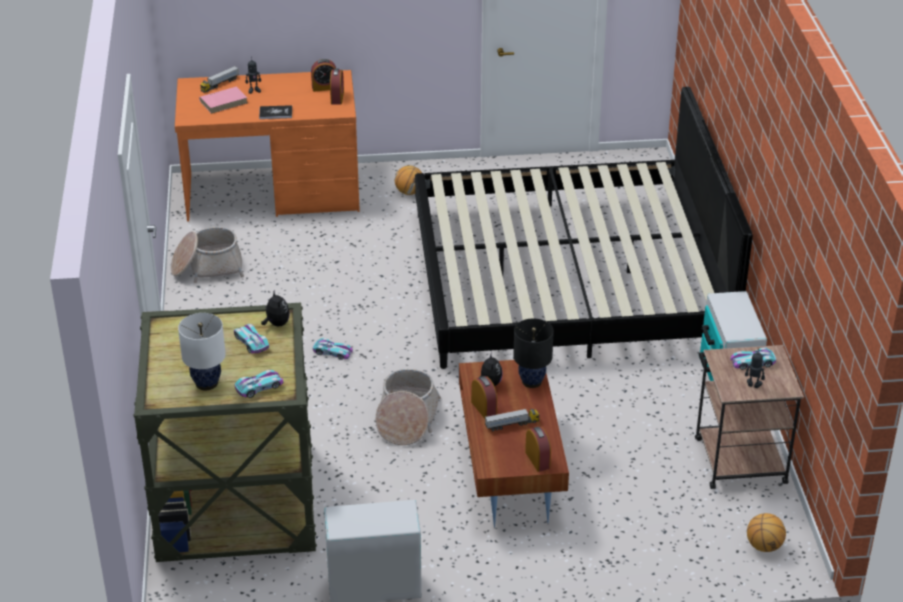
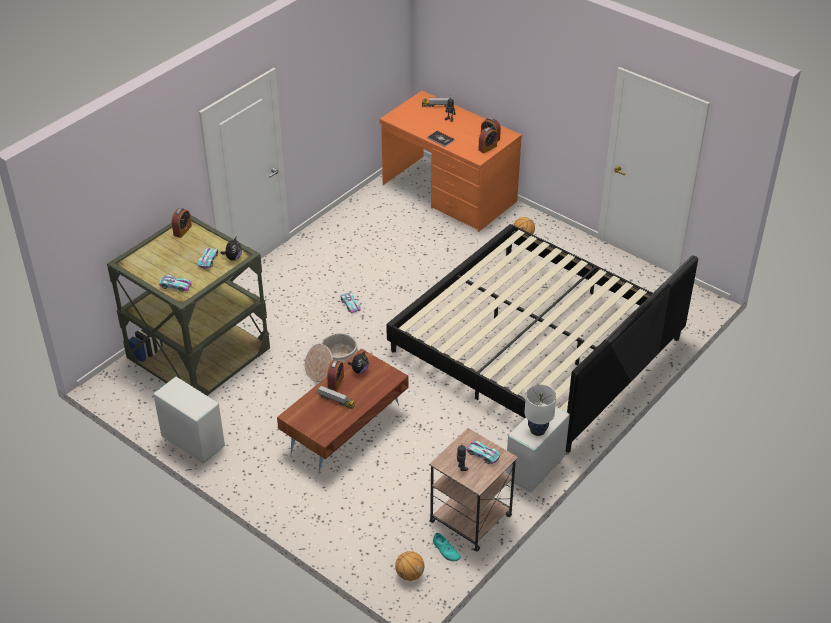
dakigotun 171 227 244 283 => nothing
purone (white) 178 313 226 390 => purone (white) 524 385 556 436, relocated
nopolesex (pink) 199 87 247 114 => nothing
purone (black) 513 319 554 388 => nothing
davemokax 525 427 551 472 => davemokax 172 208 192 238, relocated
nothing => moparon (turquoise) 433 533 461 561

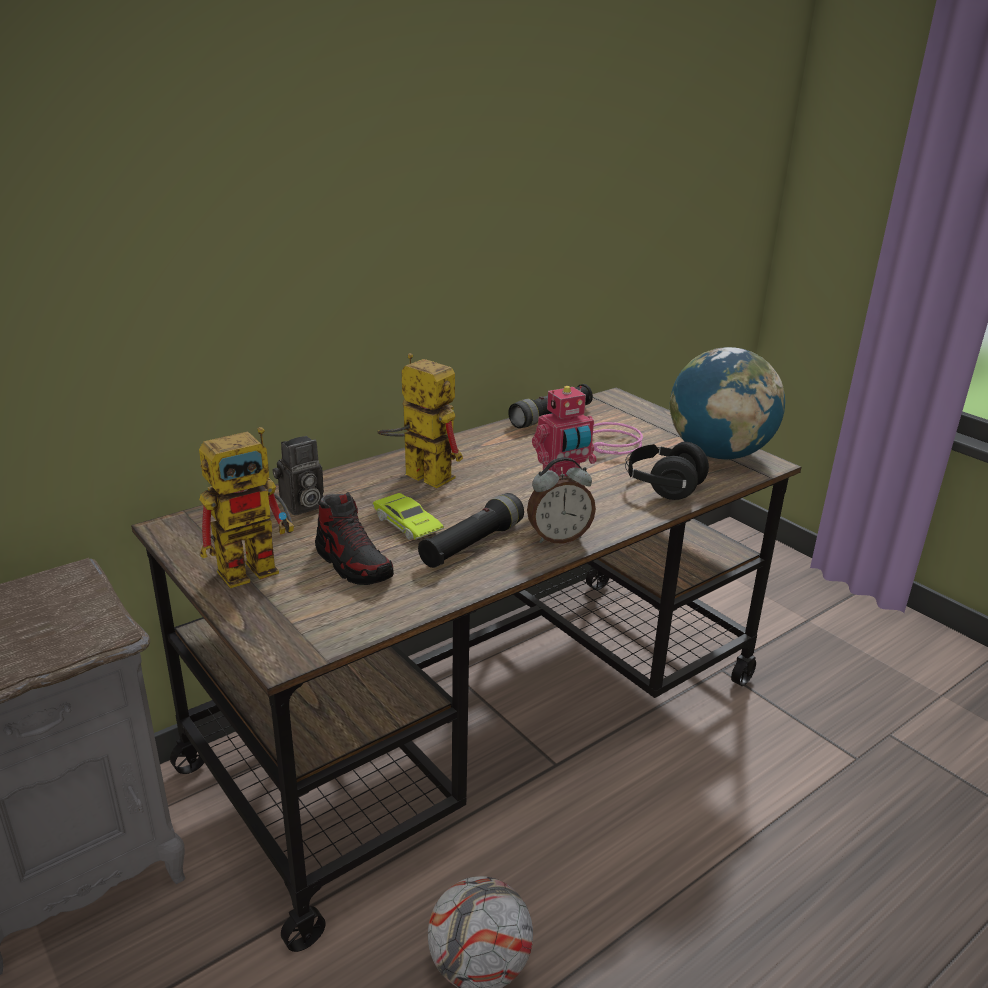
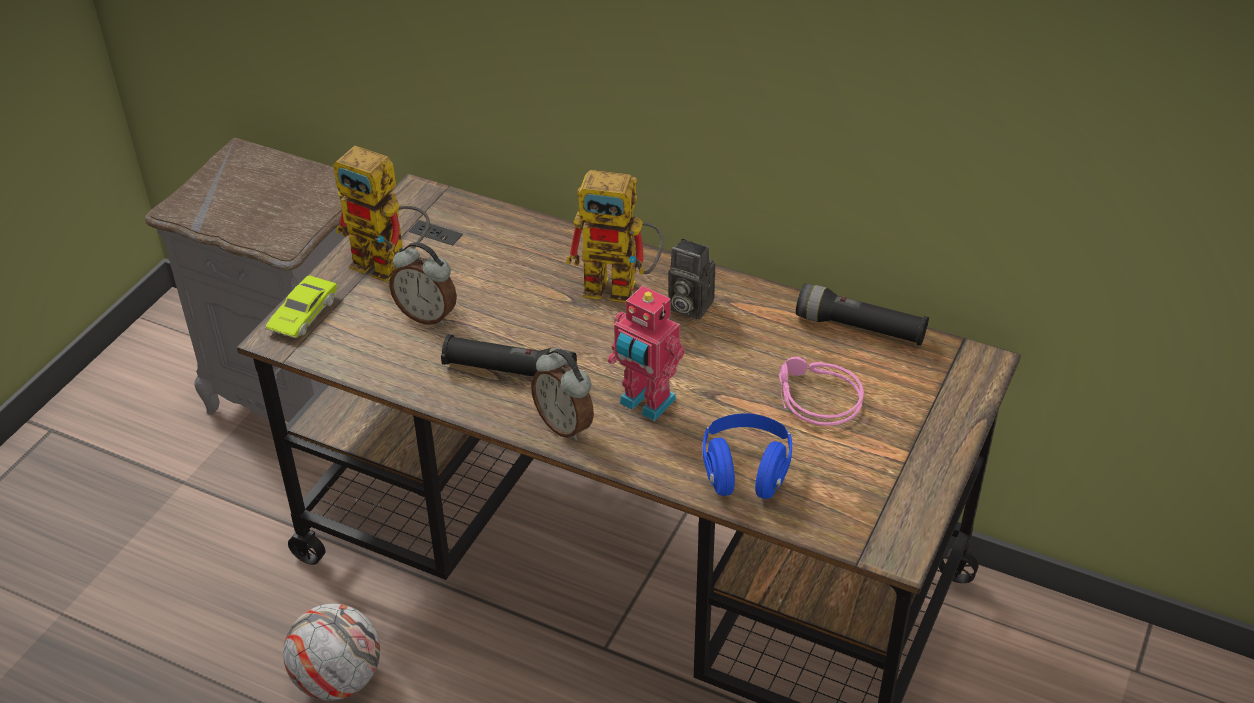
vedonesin 273 436 324 515 => vedonesin 668 238 715 320, relocated
moparon 315 492 394 585 => davemokax 389 242 457 326
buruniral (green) 372 493 444 540 => buruniral (green) 265 275 338 338, relocated
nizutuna 378 353 463 488 => nizutuna 566 170 664 303, 90 degrees clockwise
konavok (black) 625 442 709 500 => konavok (blue) 703 413 792 499
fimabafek 670 347 785 459 => nothing

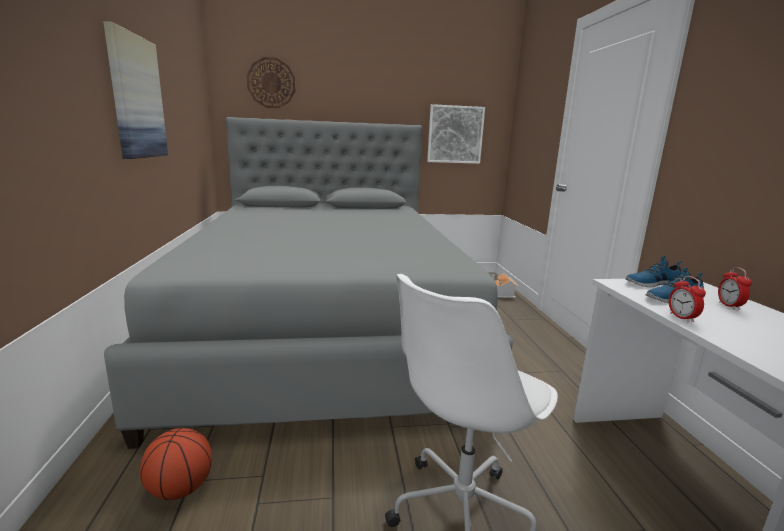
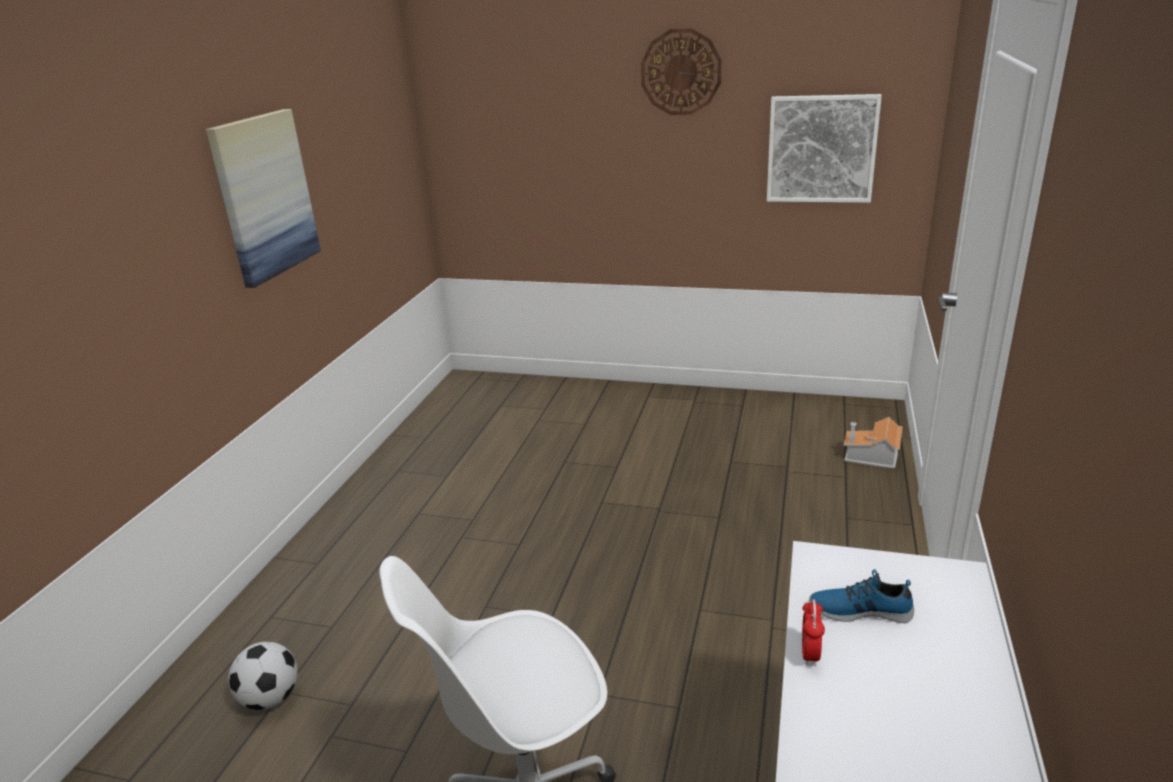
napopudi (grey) 104 117 513 449 => nothing
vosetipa 140 428 212 500 => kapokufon 228 642 298 710
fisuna 247 57 295 108 => fisuna 641 28 722 115, relocated
moparon 625 255 681 287 => nothing
davemokax 718 267 752 310 => nothing

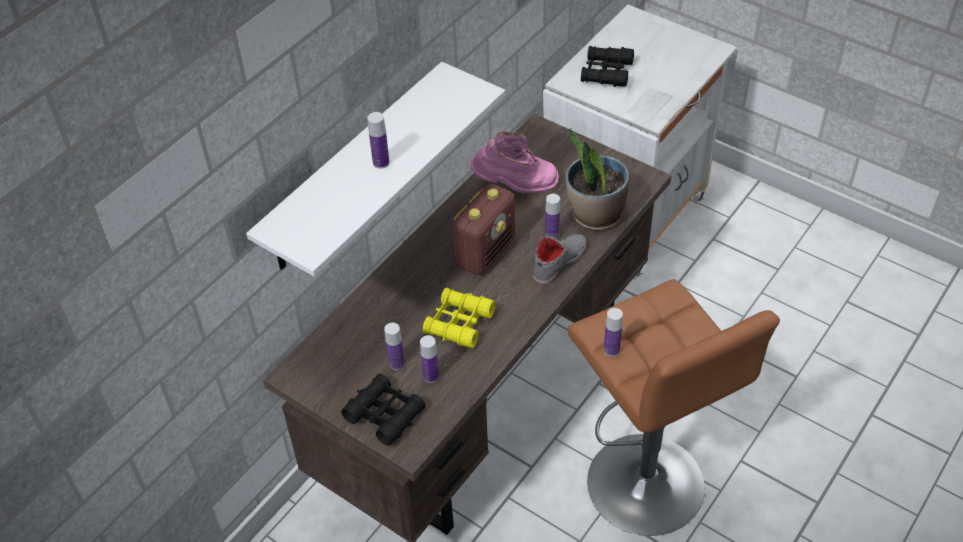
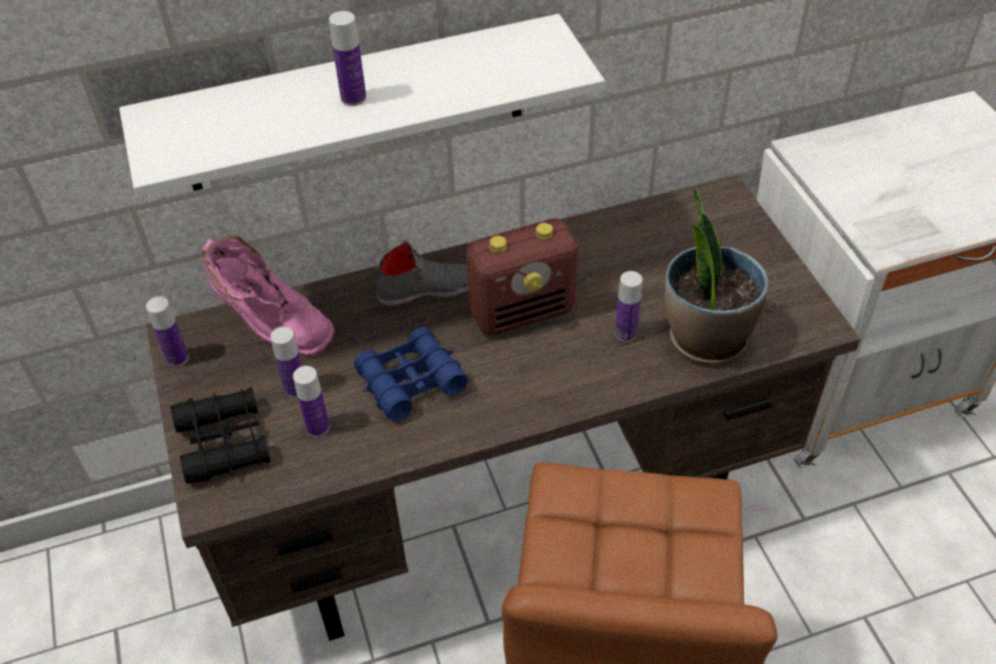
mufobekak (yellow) 423 288 496 348 => mufobekak (blue) 354 327 468 421
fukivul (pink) 471 131 559 193 => fukivul (pink) 202 236 334 356, relocated
moparon (grey) 533 234 586 285 => moparon (grey) 376 239 468 307, relocated
mufobekak (black) 581 46 634 87 => nothing
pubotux 604 308 623 356 => pubotux 146 296 189 367, relocated

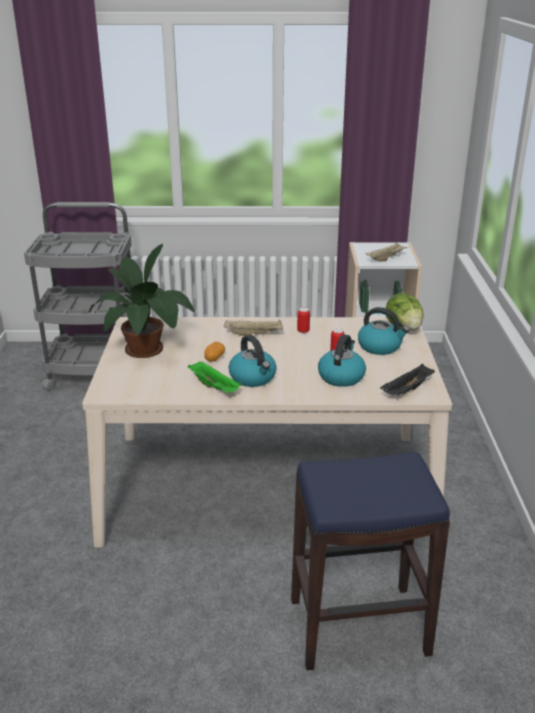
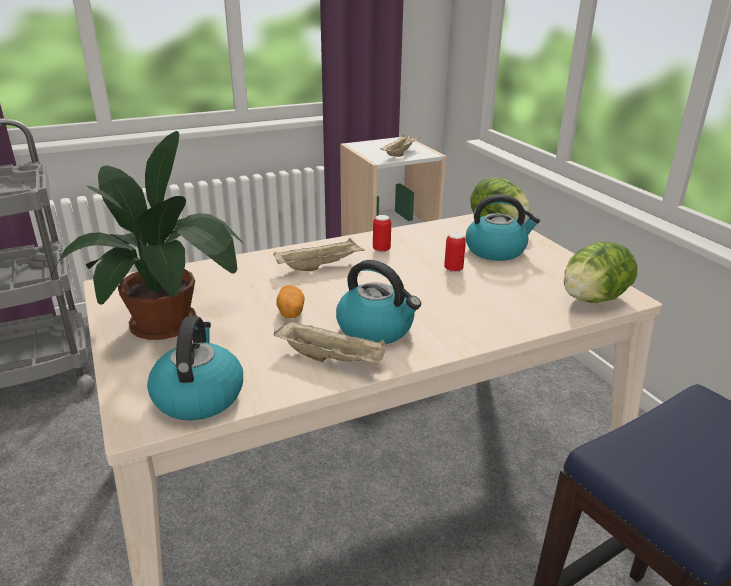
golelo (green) 188 361 241 393 => golelo (beige) 273 320 386 364
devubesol 318 334 366 387 => devubesol 147 316 243 420, relocated
golelo (black) 380 364 435 396 => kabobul 564 241 637 303

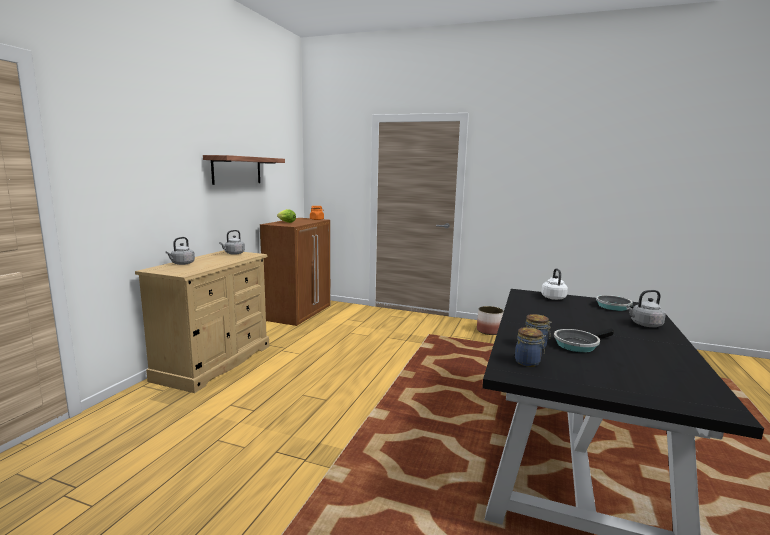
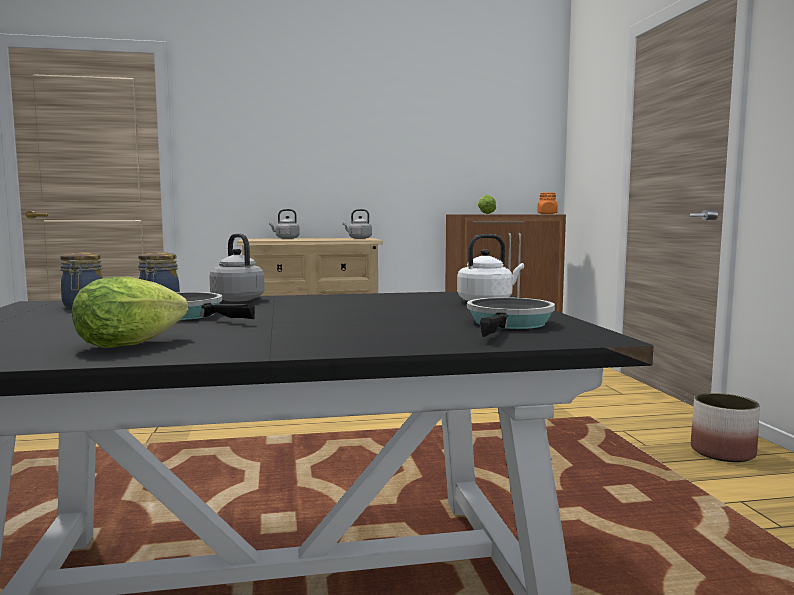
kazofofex 203 155 285 185 => nothing
devubesol (grey) 626 290 666 327 => devubesol (grey) 210 233 265 302, relocated
nothing => kabobul 72 277 188 348

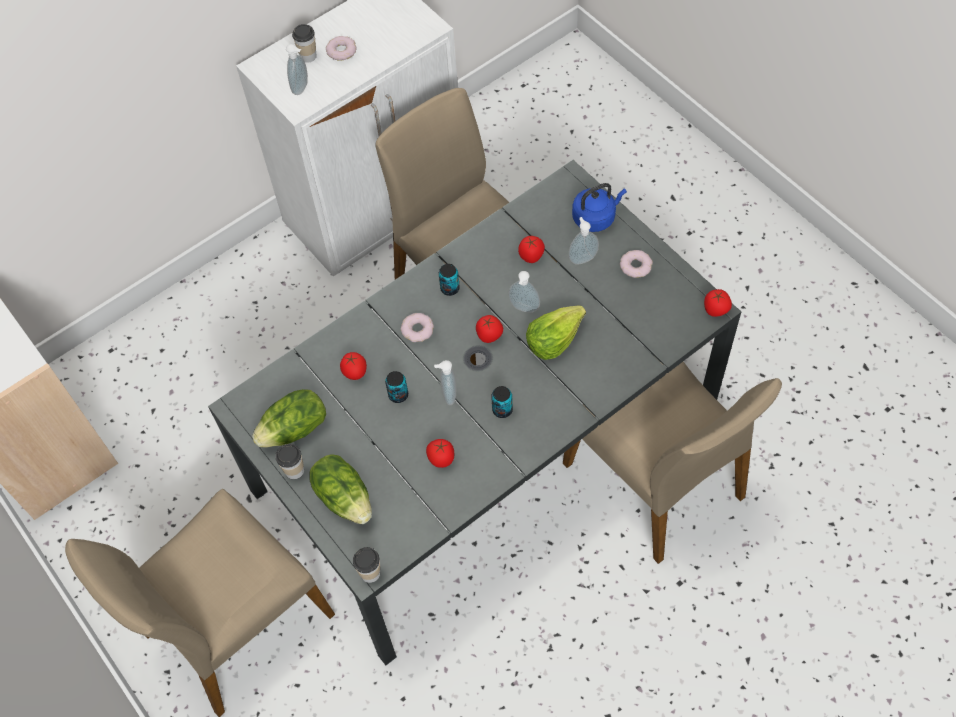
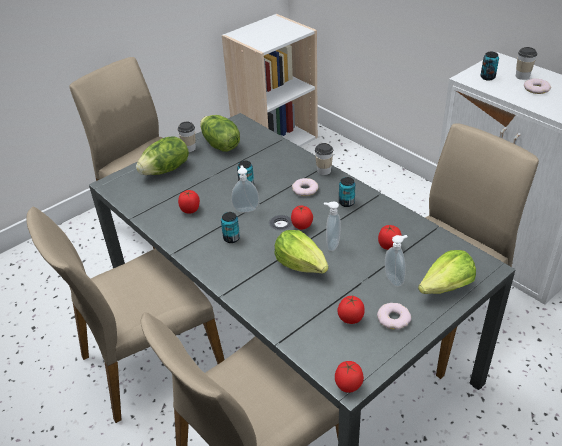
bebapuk 286 44 308 95 => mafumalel 480 52 499 80
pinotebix 340 352 367 380 => pinotebix 337 296 365 324, relocated
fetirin 353 547 380 583 => fetirin 315 143 333 175, relocated
devubesol (blue) 572 183 627 232 => kabobul 418 250 476 294
nothing => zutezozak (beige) 26 207 225 423

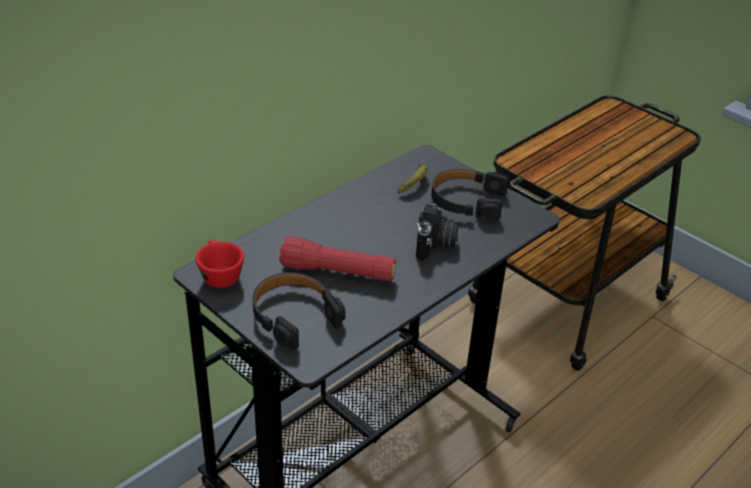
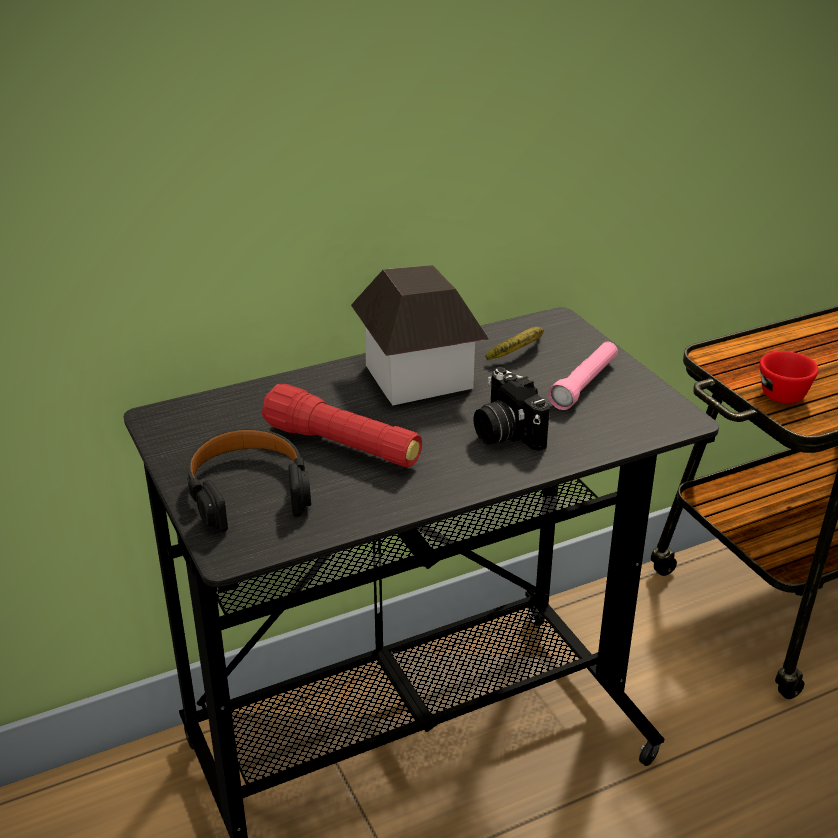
fetirin (red) 195 240 244 288 => fetirin (red) 760 350 819 404, relocated
vedonesin 416 202 459 261 => vedonesin 473 367 550 451, 120 degrees clockwise
konavok (black) 431 169 509 221 => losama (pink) 548 341 618 410
nothing => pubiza 351 265 489 405

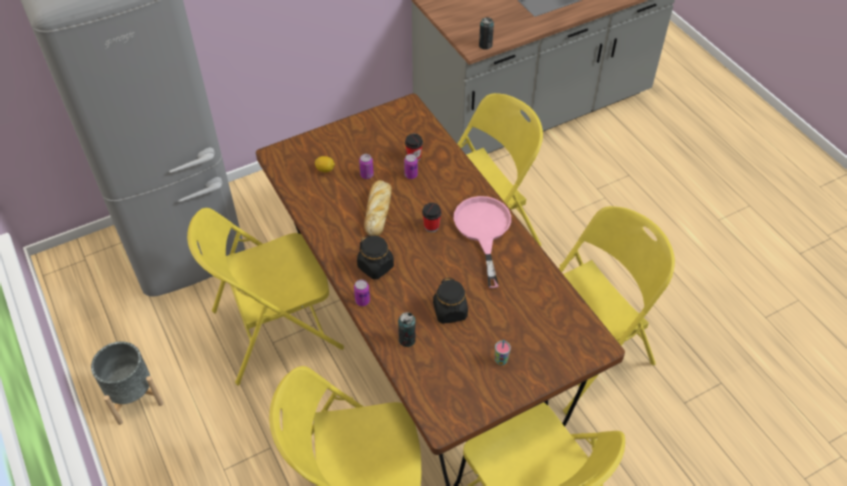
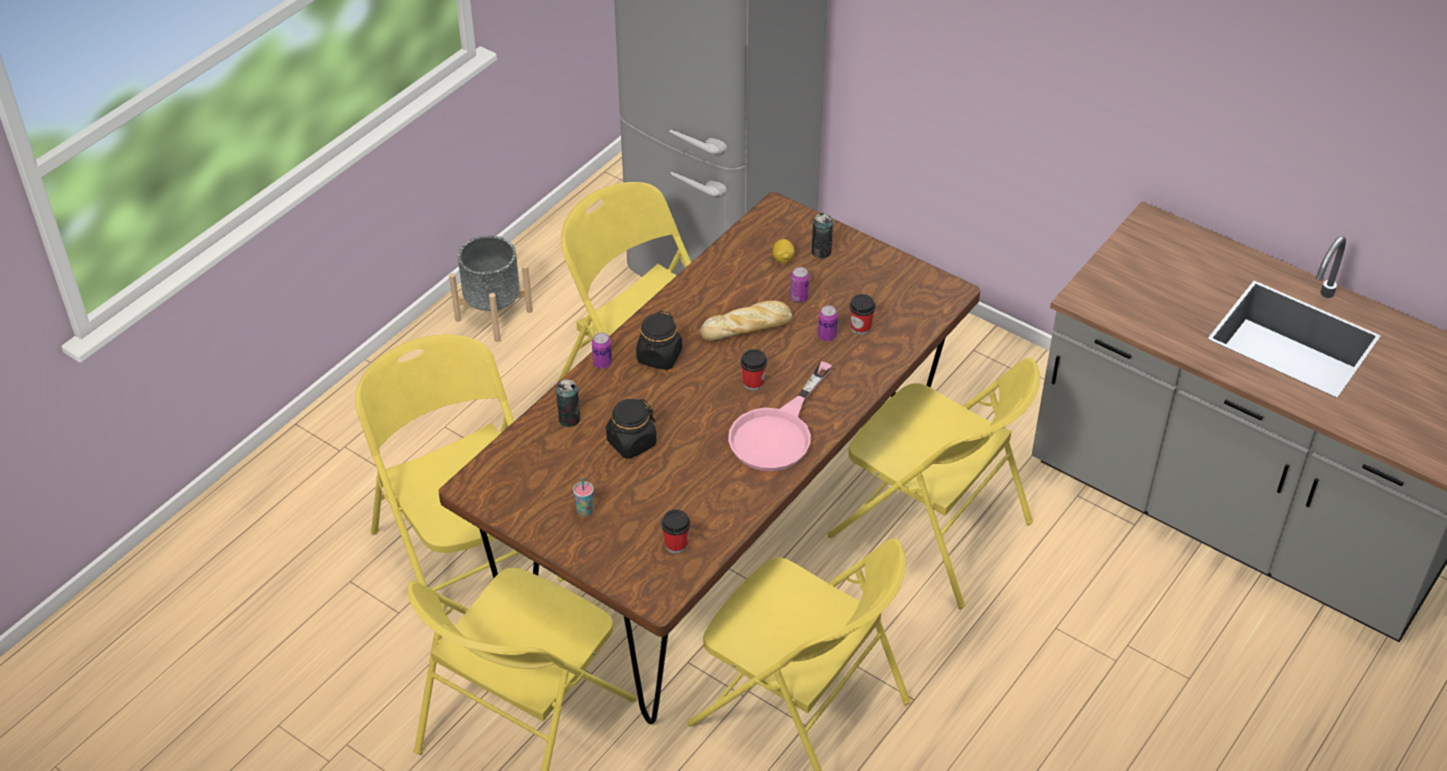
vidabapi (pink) 454 196 511 288 => vidabapi (pink) 728 361 833 471, 150 degrees clockwise
mafumalel 479 17 494 50 => mafumalel 811 213 833 259, relocated
nothing => fetirin 661 510 690 554

